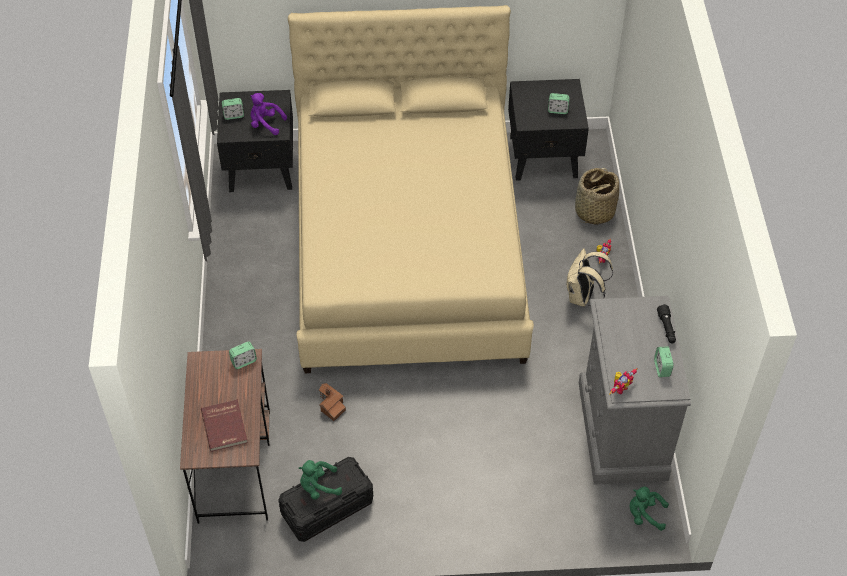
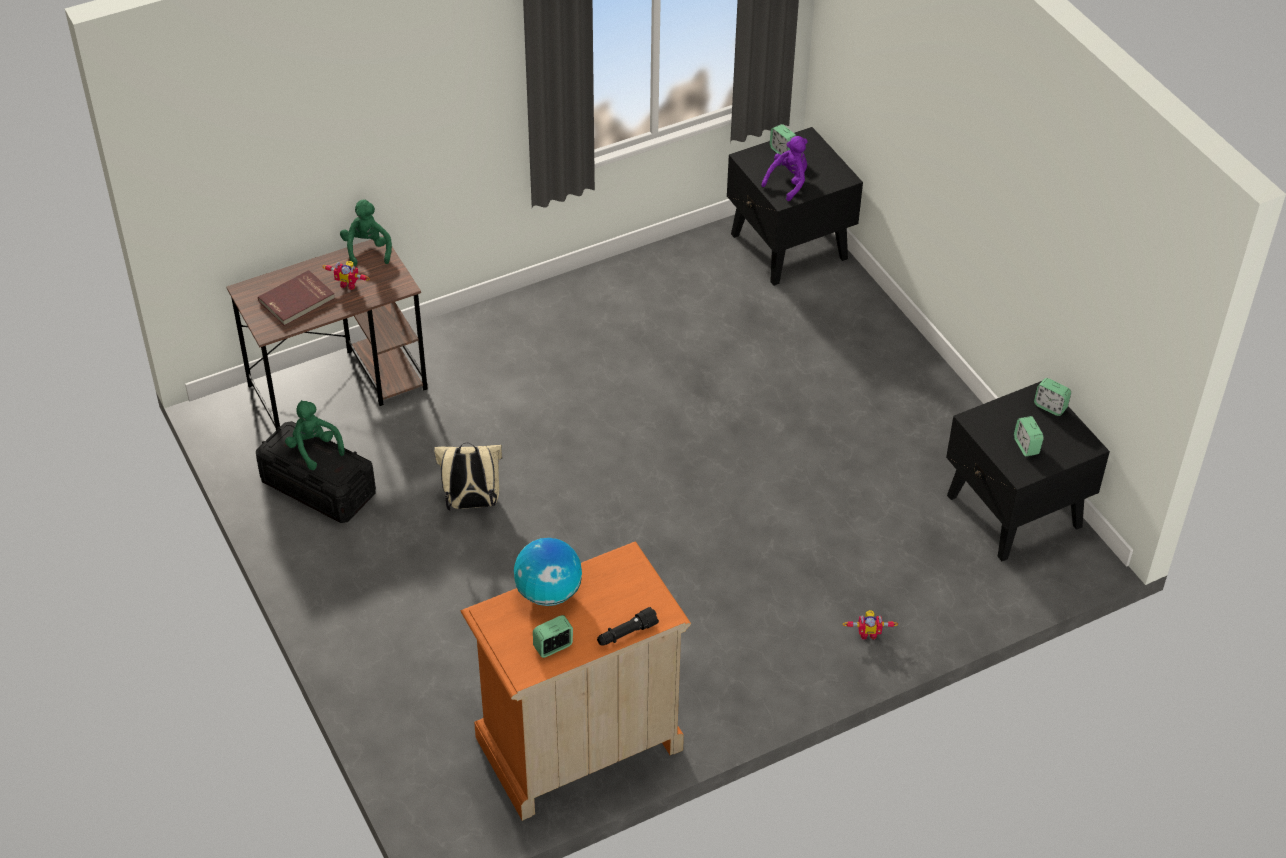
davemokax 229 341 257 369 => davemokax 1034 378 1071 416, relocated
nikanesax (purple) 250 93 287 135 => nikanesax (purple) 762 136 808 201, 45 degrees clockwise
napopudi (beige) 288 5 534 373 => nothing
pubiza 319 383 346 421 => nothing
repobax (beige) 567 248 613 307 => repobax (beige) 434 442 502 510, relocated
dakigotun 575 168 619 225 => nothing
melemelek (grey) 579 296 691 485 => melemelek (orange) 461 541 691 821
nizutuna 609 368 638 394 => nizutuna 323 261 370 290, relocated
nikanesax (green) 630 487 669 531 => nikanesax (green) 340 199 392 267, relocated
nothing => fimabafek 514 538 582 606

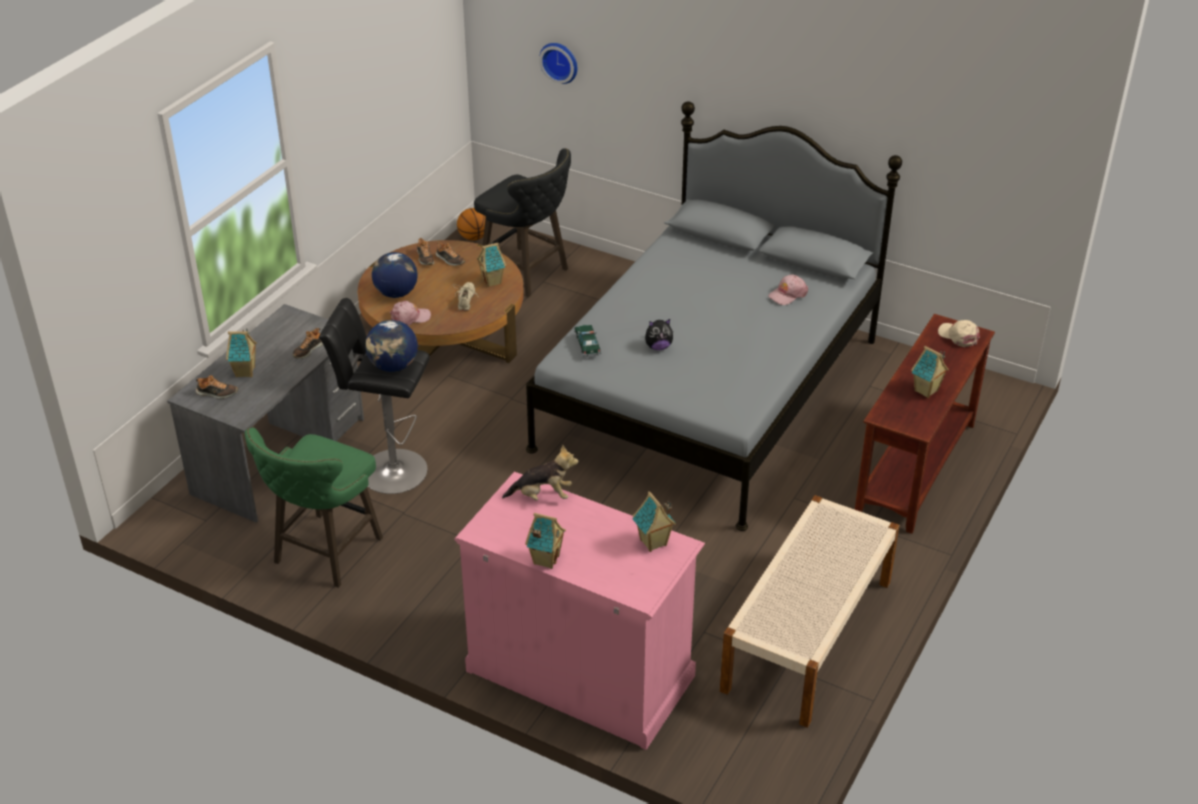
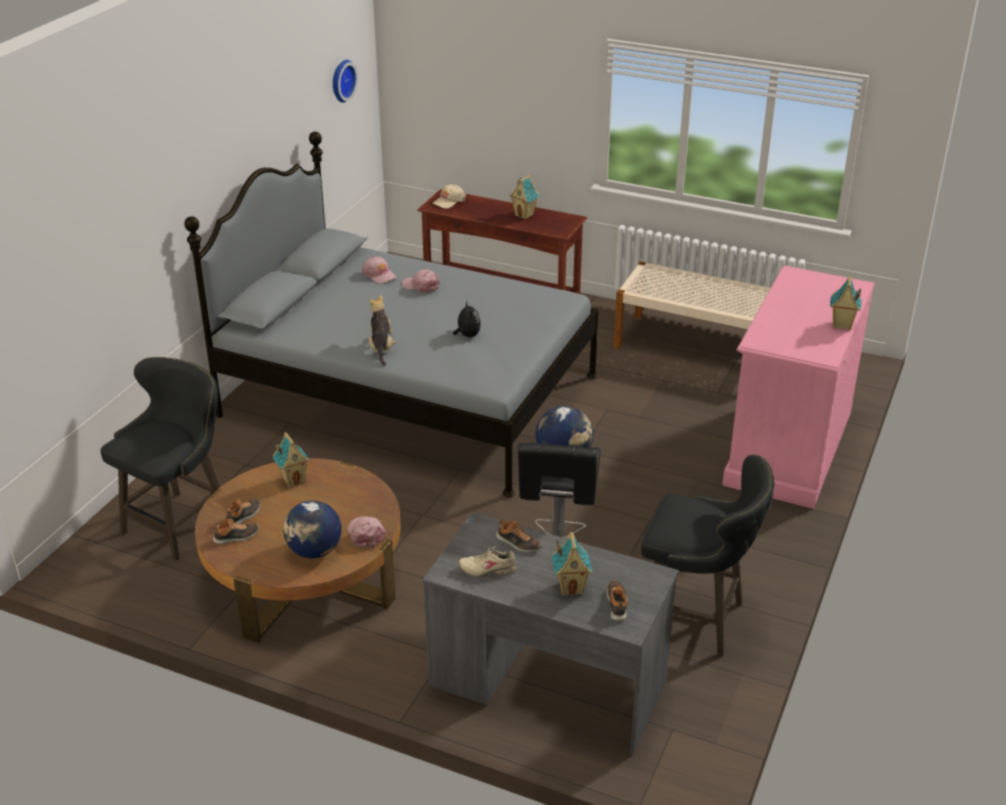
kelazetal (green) 245 428 383 588 => kelazetal (black) 641 454 774 657
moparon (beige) 453 282 478 311 => moparon (beige) 458 546 516 577, relocated
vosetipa 457 208 486 241 => nothing
nikanesax 502 445 578 501 => nikanesax 369 295 397 366, relocated
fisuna 539 43 577 84 => fisuna 333 60 358 103, relocated
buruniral 574 325 602 357 => nothing
pubiza 633 491 676 552 => nothing
nothing => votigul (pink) 402 269 440 293

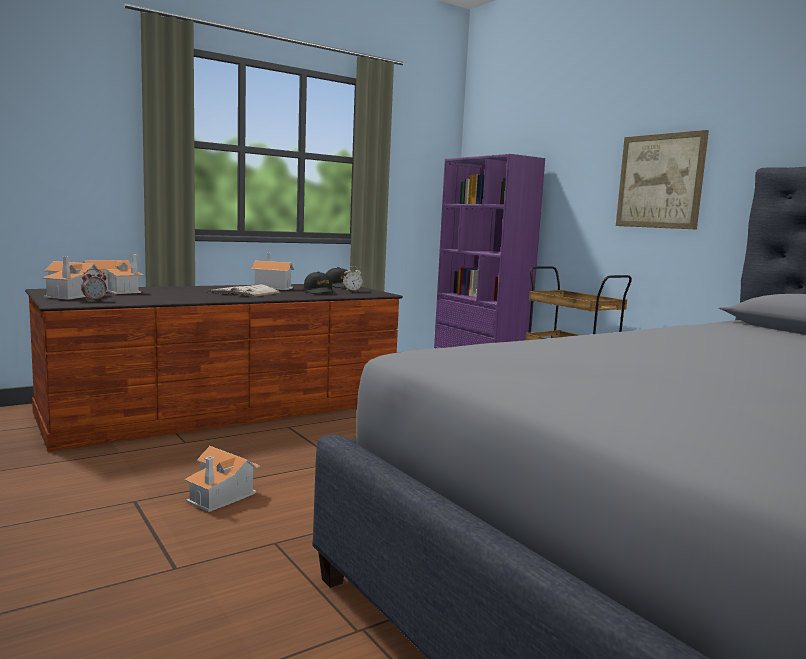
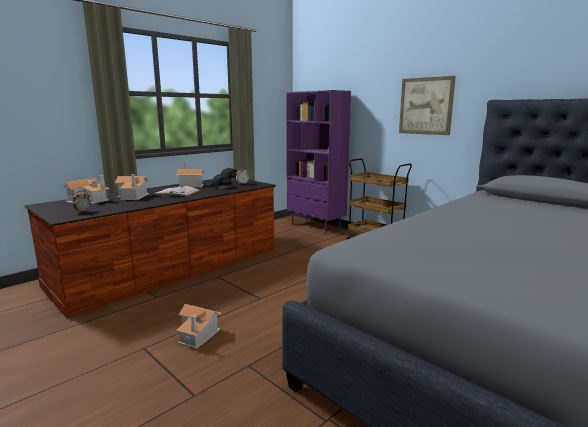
pubiza 42 256 103 300 => pubiza 115 174 149 200, relocated

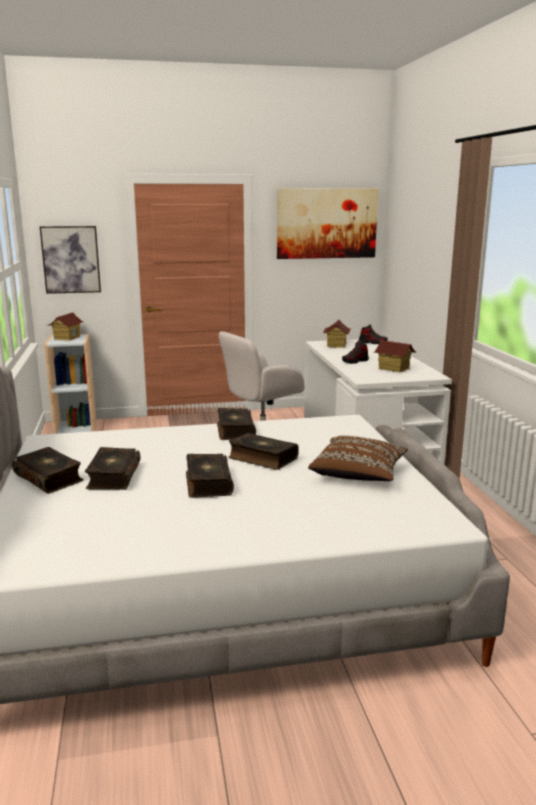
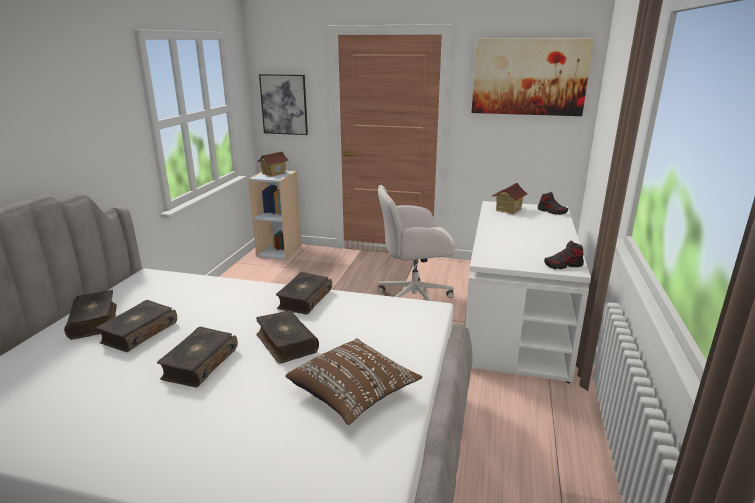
moparon 342 341 369 364 => moparon 544 240 584 269, relocated
pubiza 374 340 417 372 => nothing

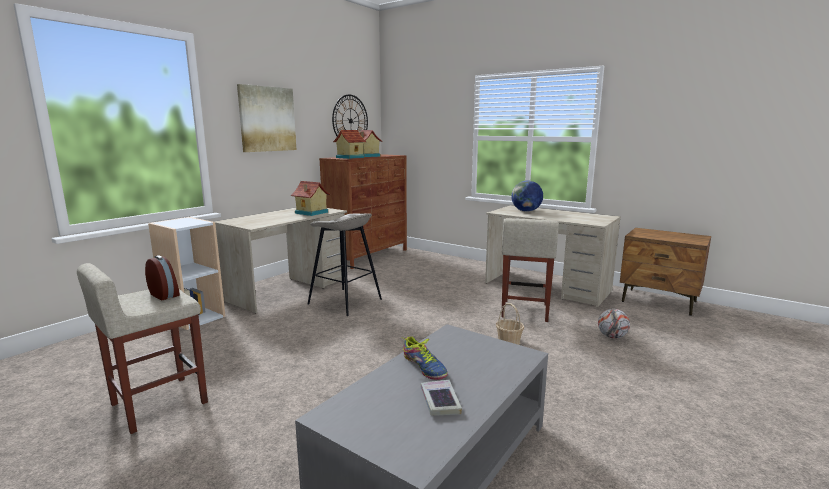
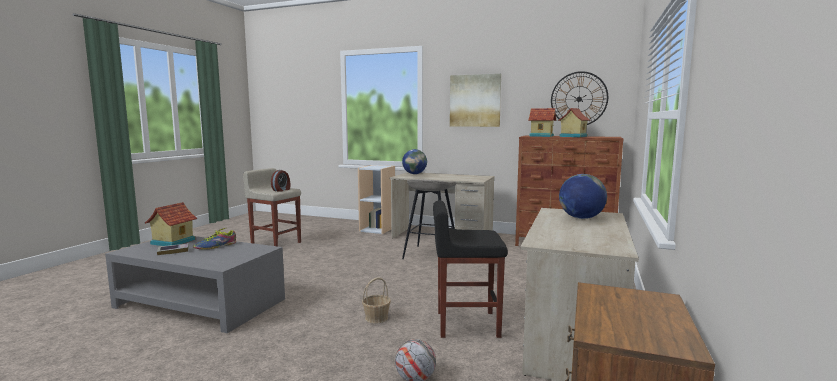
pubiza 291 181 330 216 => pubiza 145 202 197 246, relocated
kelazetal (beige) 501 218 559 322 => kelazetal (black) 433 200 508 338
nothing => fimabafek 402 149 427 174

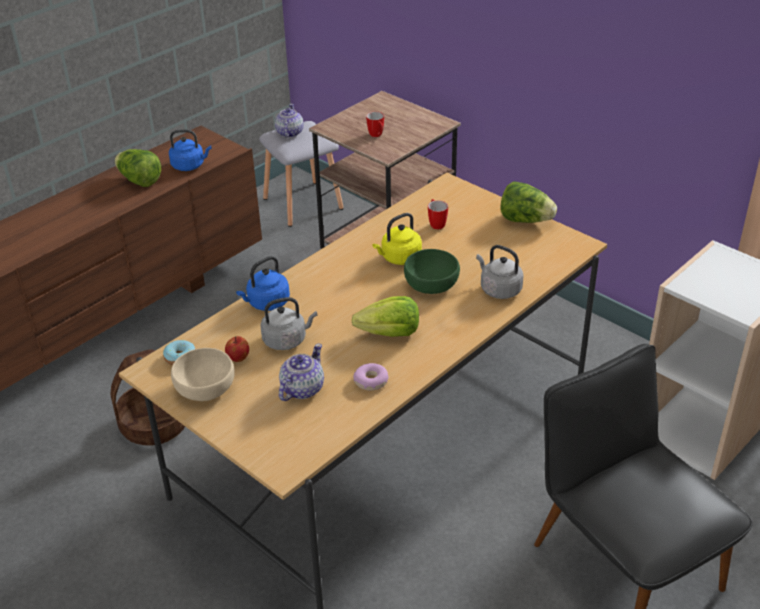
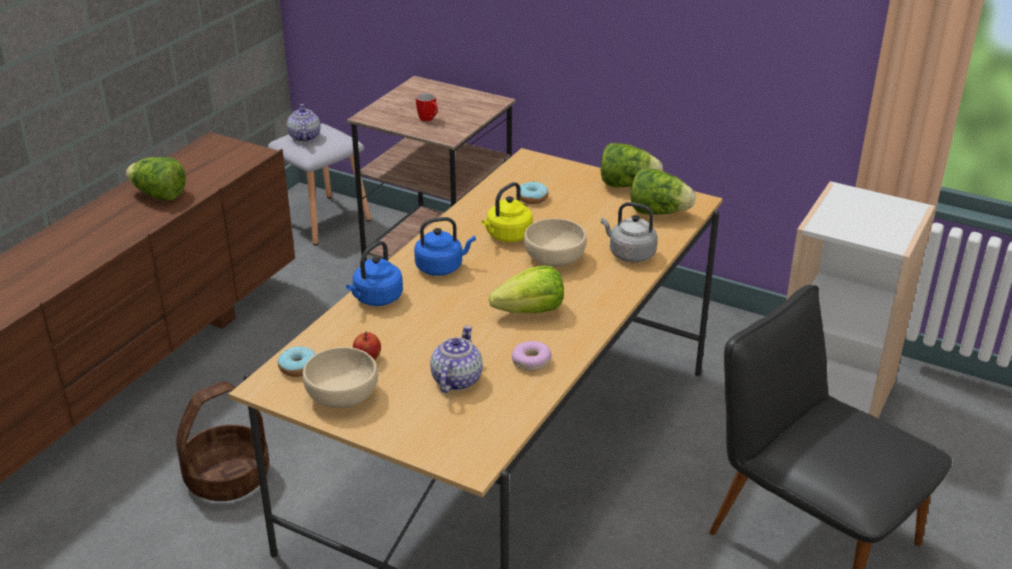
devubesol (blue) 169 129 212 171 => devubesol (blue) 414 217 476 276, relocated
devubesol (grey) 260 297 317 350 => nothing
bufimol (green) 404 249 460 294 => bufimol (beige) 524 219 587 267
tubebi 428 199 448 230 => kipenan 520 181 548 204
nothing => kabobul 631 168 695 215

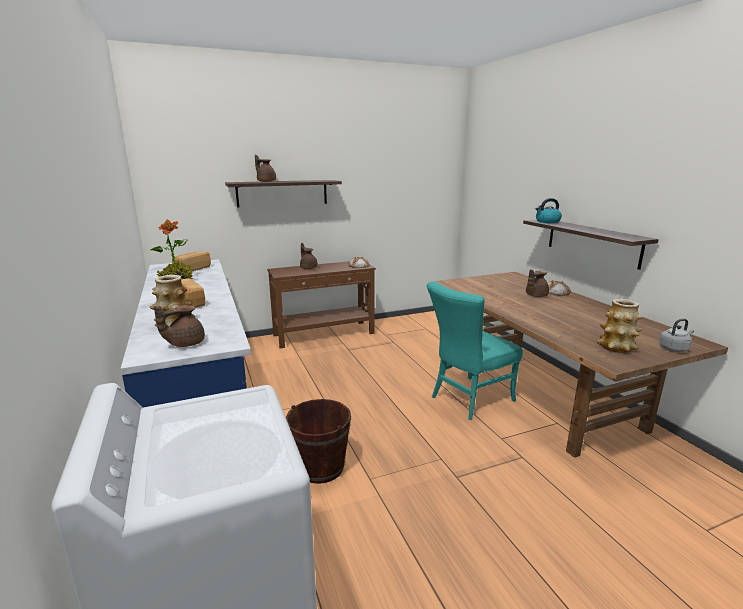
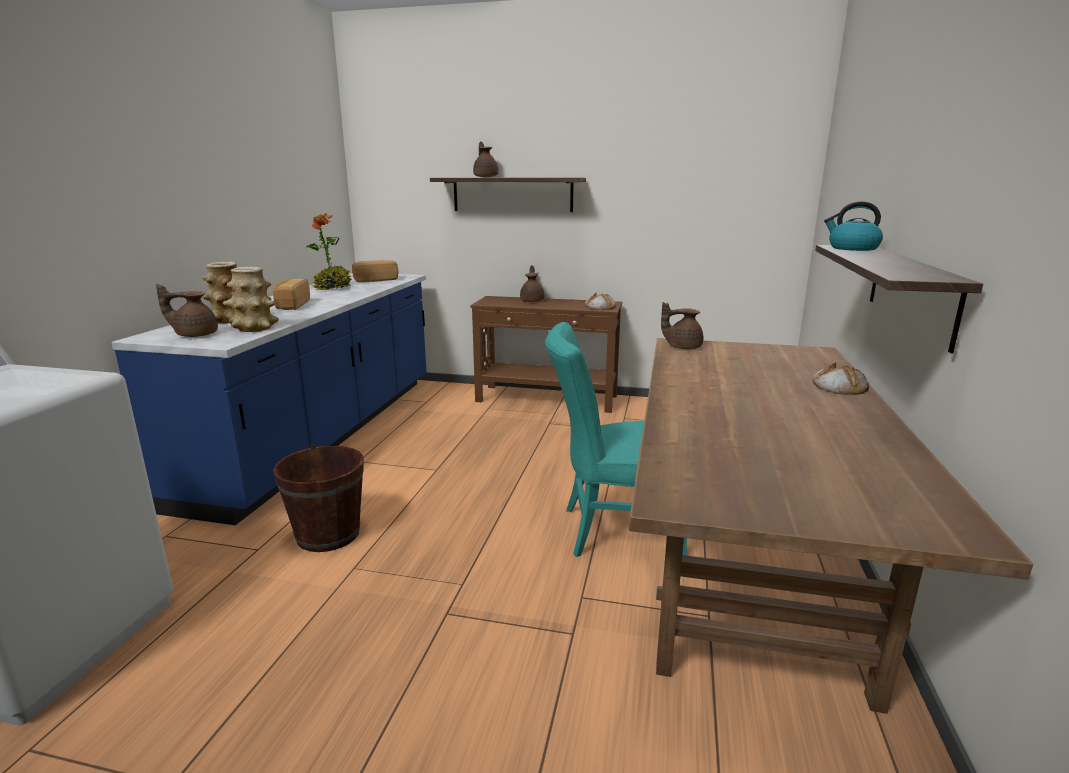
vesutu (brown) 526 270 549 297 => vesutu (brown) 661 302 703 349, relocated
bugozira 597 299 643 353 => bugozira 223 267 279 332, relocated
devubesol (grey) 659 319 694 352 => nothing

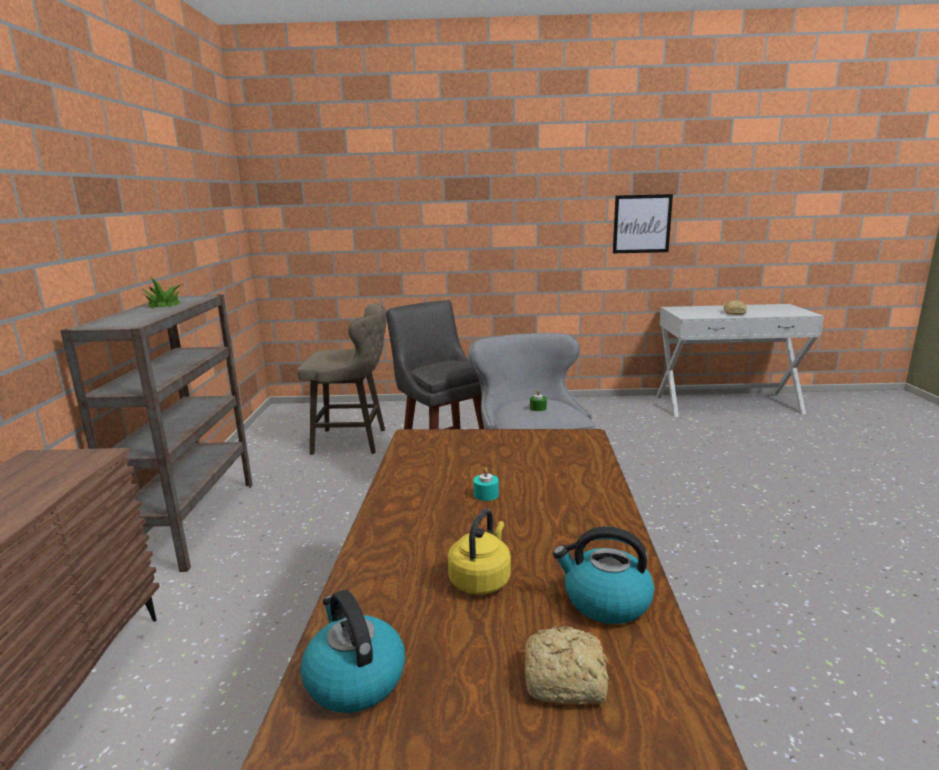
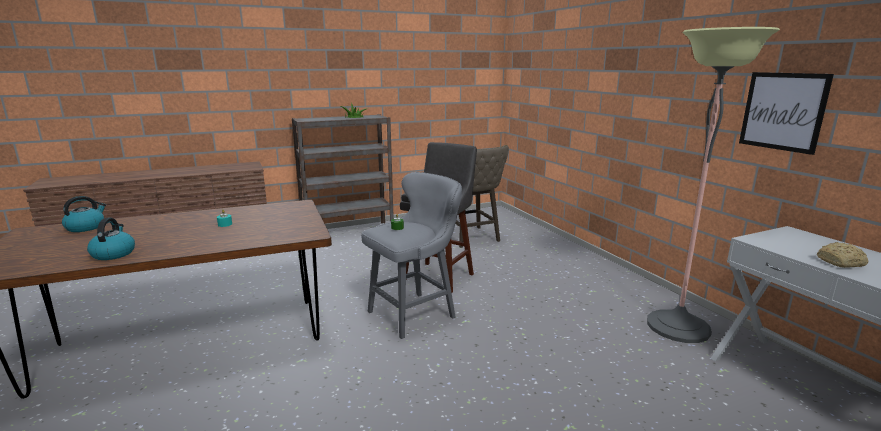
devubesol (yellow) 448 509 511 595 => nothing
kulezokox 525 626 609 705 => nothing
nothing => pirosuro 647 27 780 343

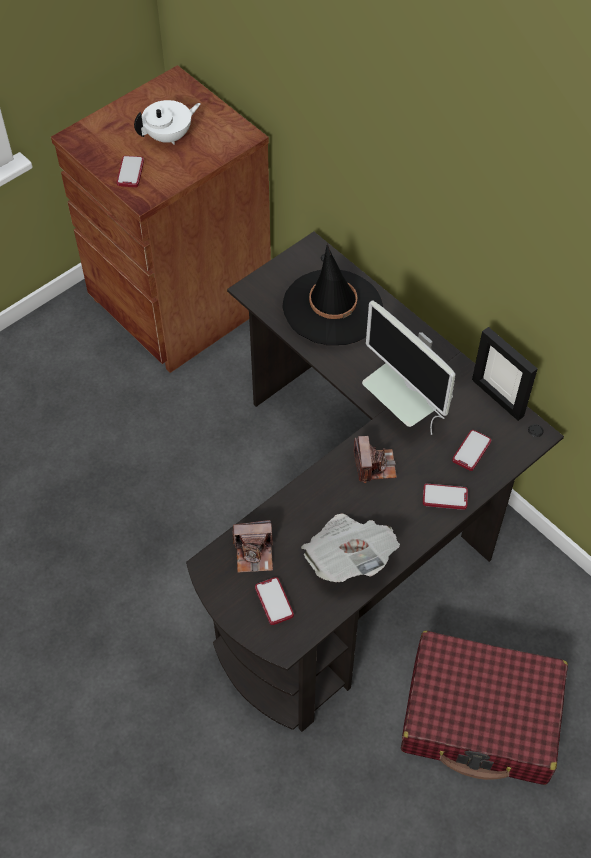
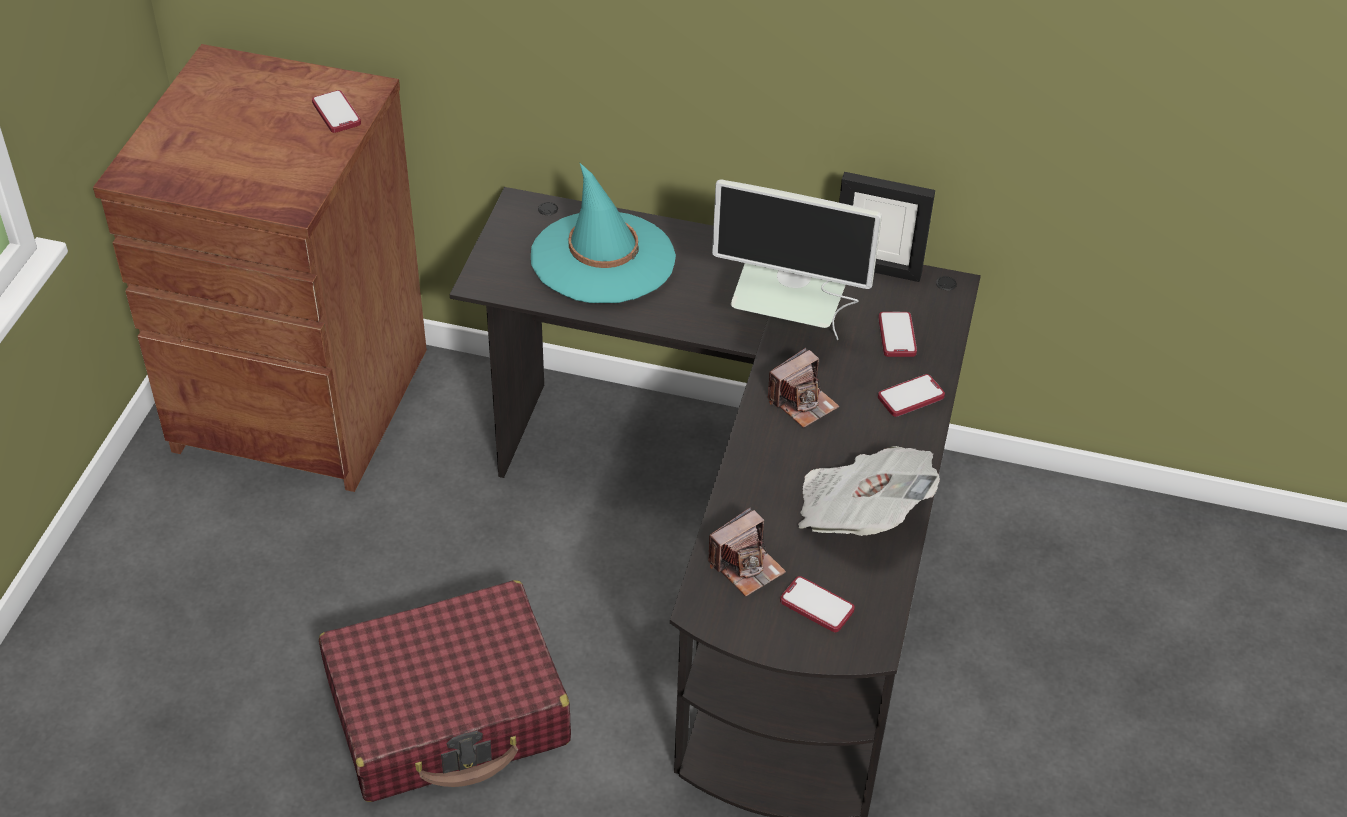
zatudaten 117 156 144 187 => zatudaten 312 90 361 133, relocated
vesutu (white) 134 100 201 145 => nothing
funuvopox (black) 282 244 383 345 => funuvopox (turquoise) 531 163 676 303
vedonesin 353 436 397 483 => vedonesin 768 348 839 428, 90 degrees clockwise
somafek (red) 401 631 568 785 => somafek (red) 319 580 571 802, relocated

